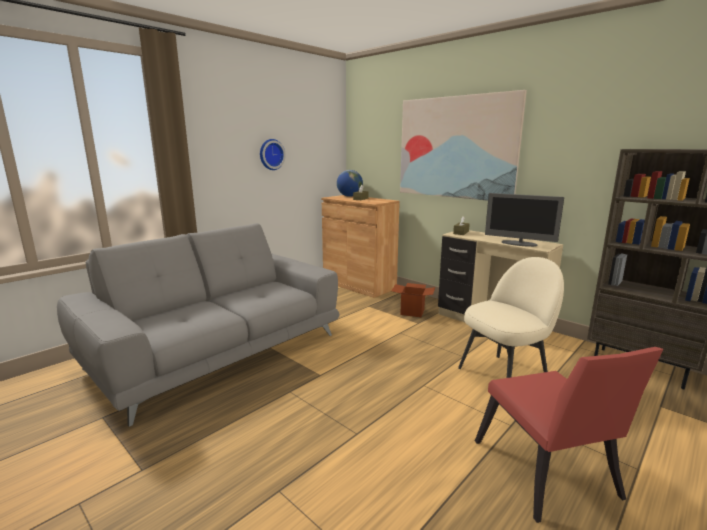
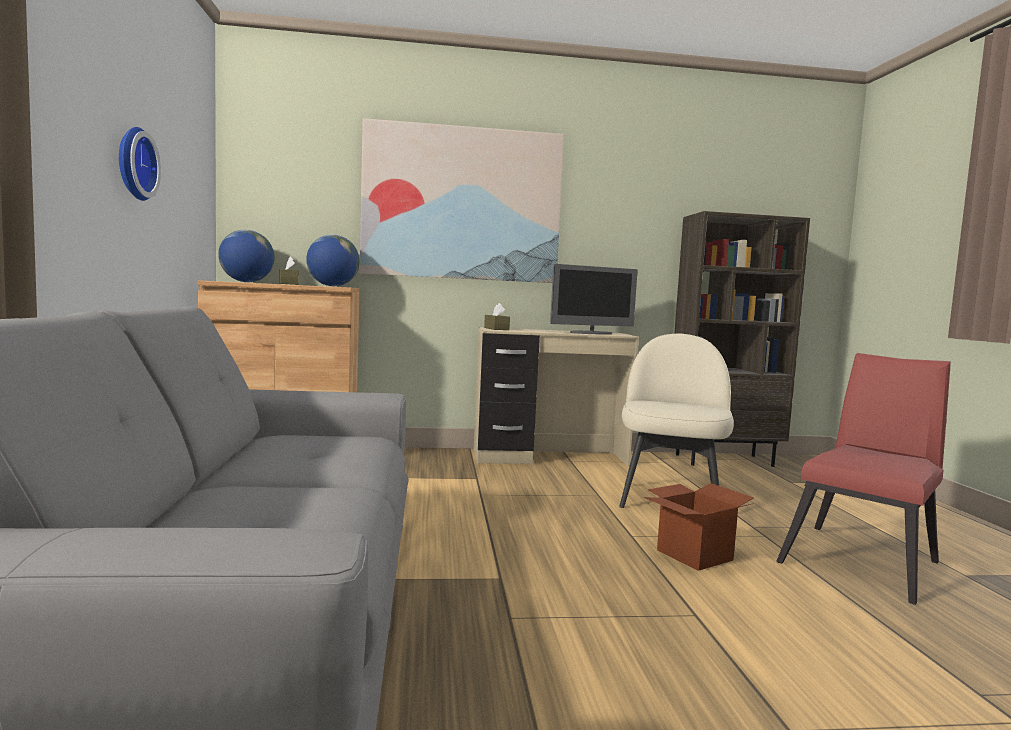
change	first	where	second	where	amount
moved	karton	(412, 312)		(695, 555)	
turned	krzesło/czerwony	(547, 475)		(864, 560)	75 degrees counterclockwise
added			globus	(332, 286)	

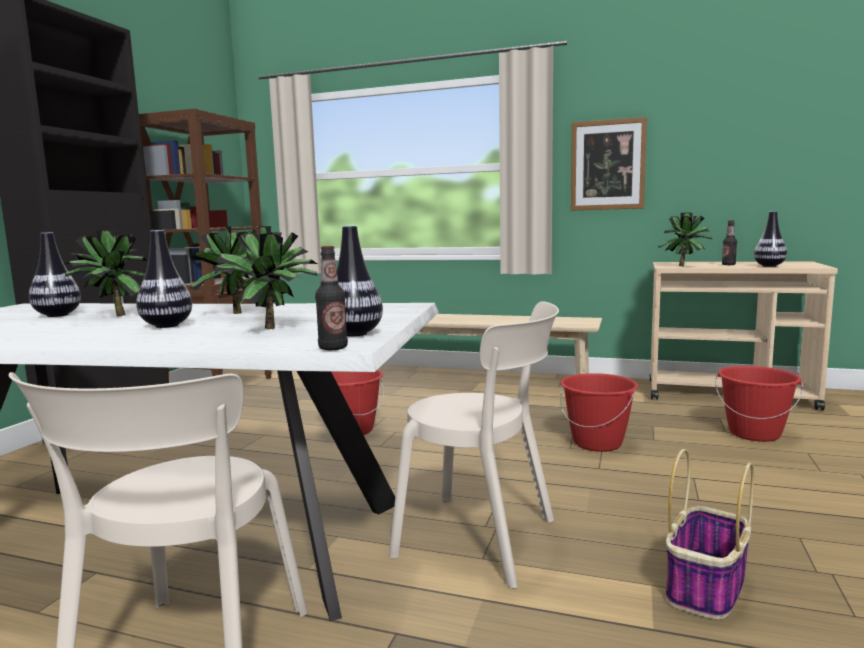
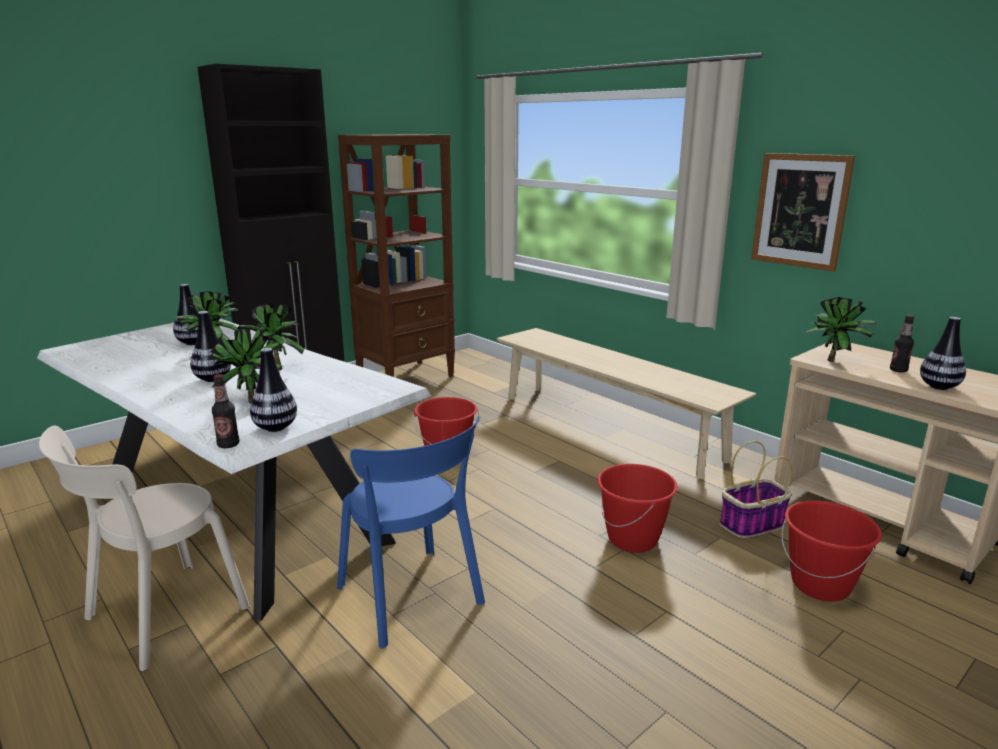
change	first	where	second	where	amount
recoloured	krzesło/beżowy	(483, 539)	krzesło/niebieski	(413, 599)	
moved	koszyk	(705, 588)		(751, 525)	

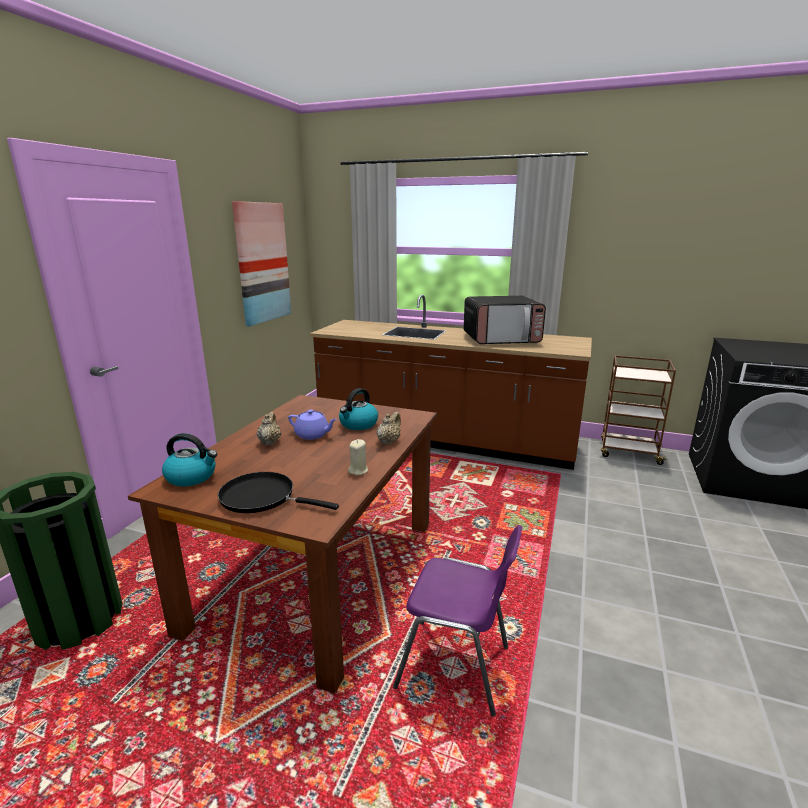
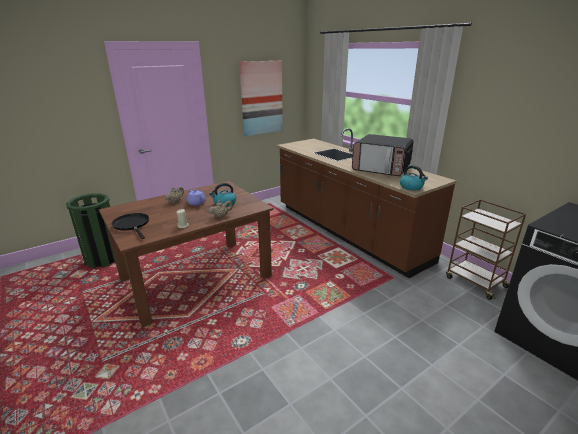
change	first	where	second	where	amount
moved	czajnik	(192, 477)		(411, 187)	
removed	krzesło/fioletowy	(456, 668)			

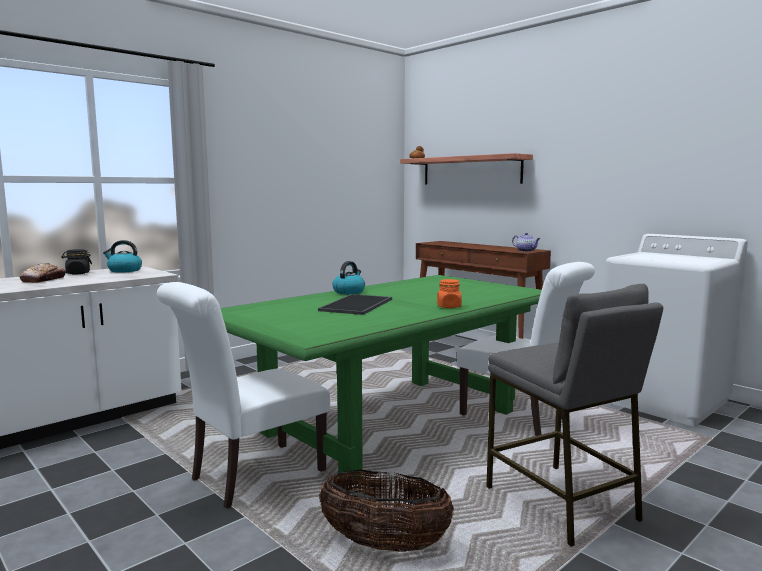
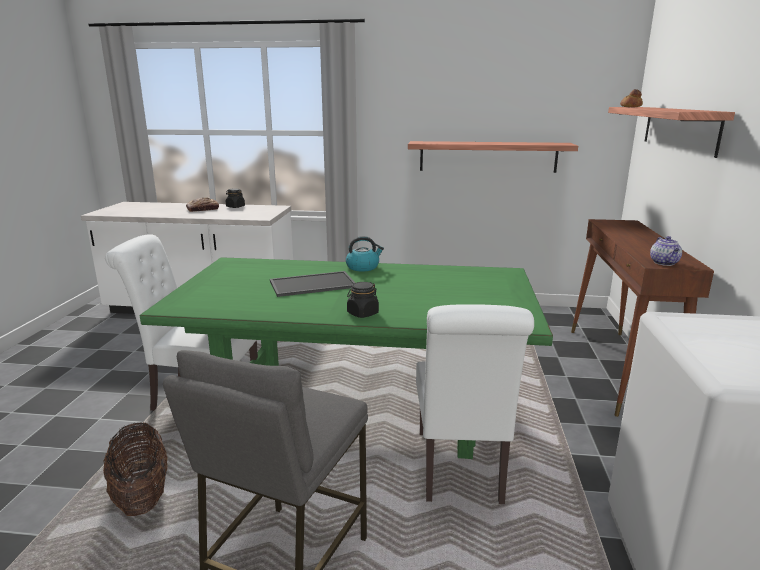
change	first	where	second	where	amount
removed	czajnik	(124, 270)			
recoloured	słoik/pomarańczowy	(449, 306)	słoik/czarny	(362, 313)	
added			półka	(488, 156)	

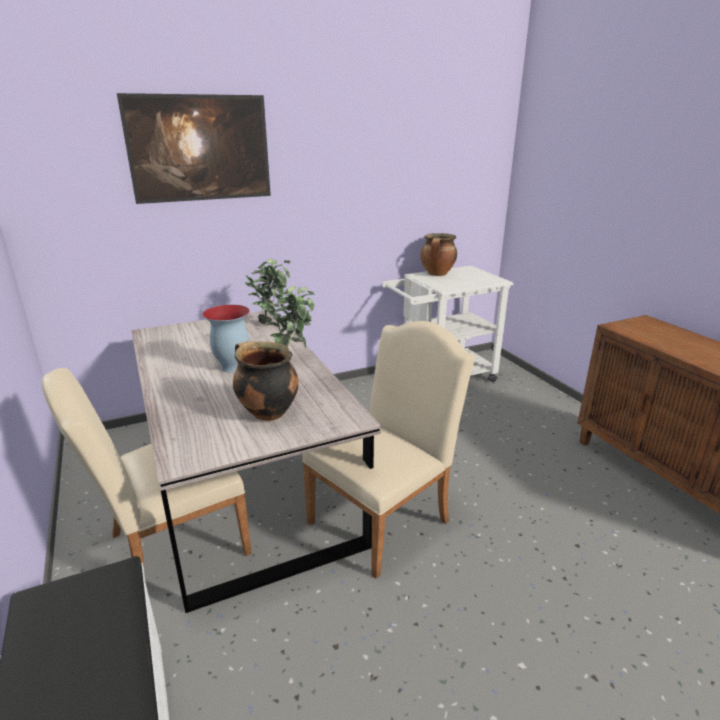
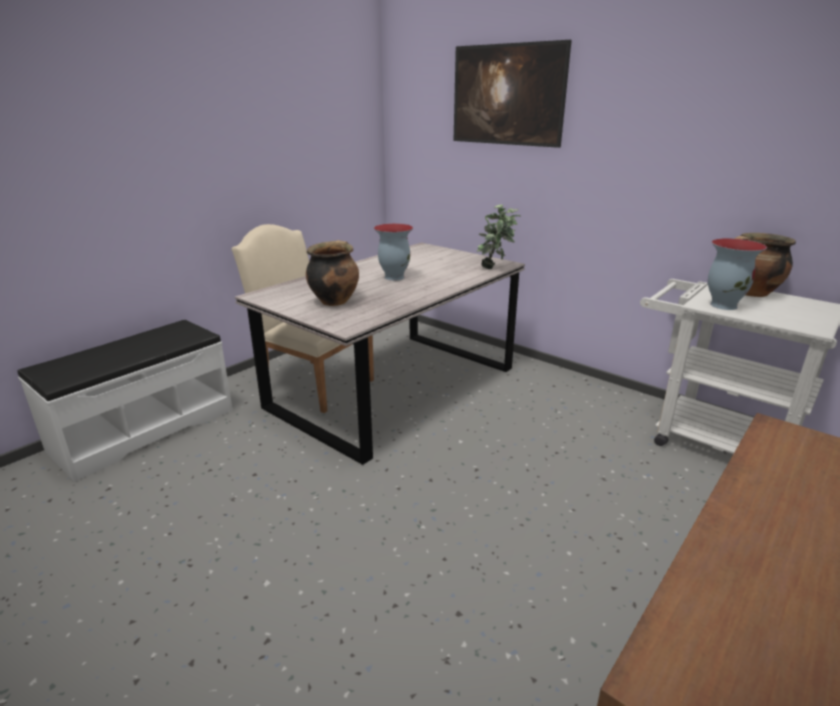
change	first	where	second	where	amount
removed	roślina doniczkowa	(294, 358)			
removed	krzesło/beżowy	(385, 517)			
added			wazon	(723, 305)	

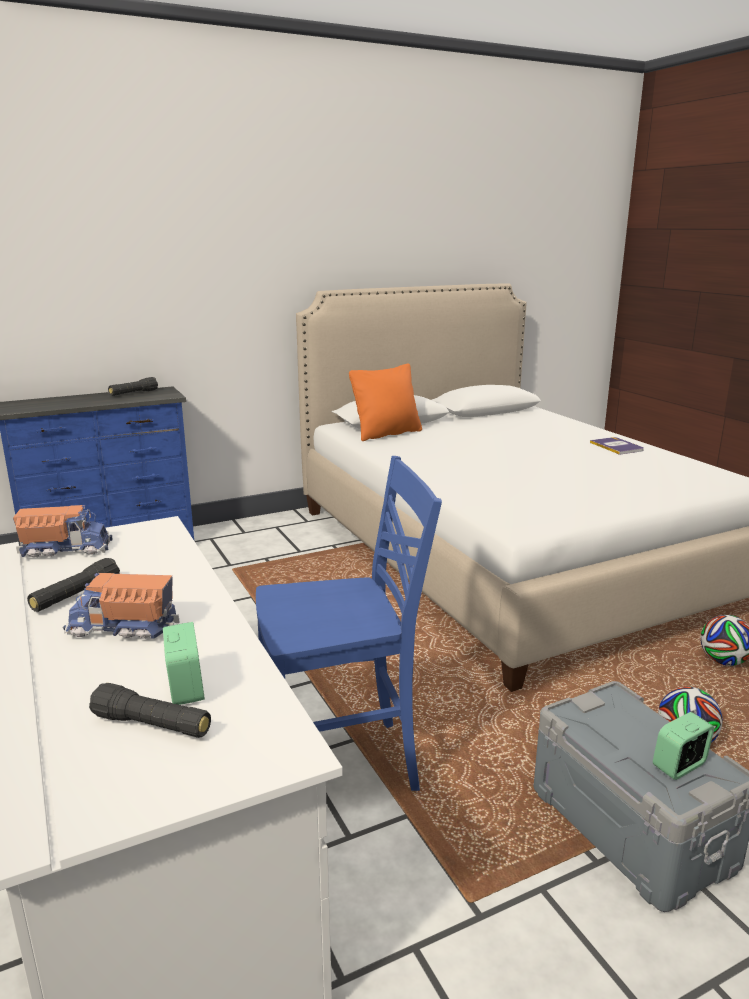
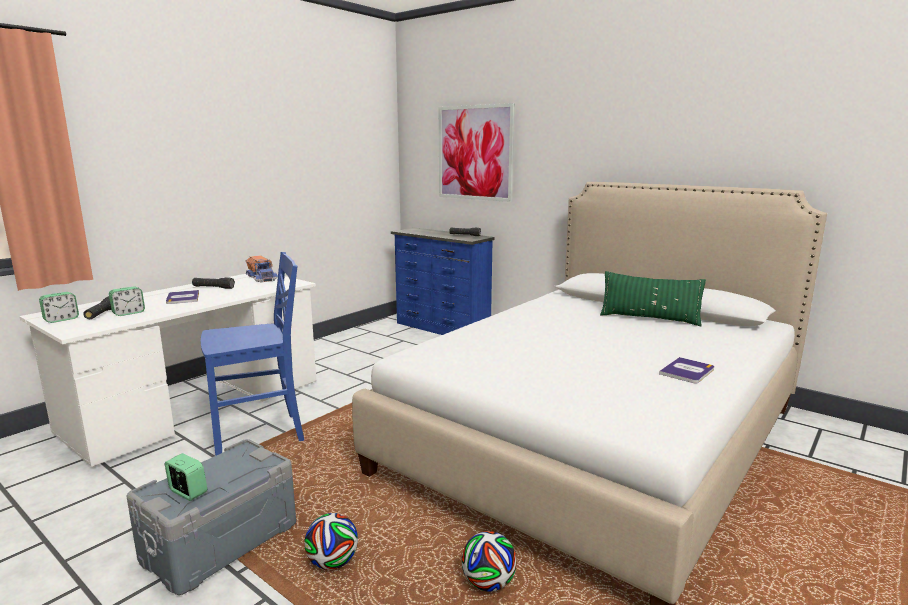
change	first	where	second	where	amount
replaced	ciężarówka zabawkowa	(123, 628)	książka	(183, 298)	
turned	krzesło/niebieski	(342, 766)		(260, 435)	75 degrees counterclockwise
removed	poduszka/pomarańczowy	(387, 434)			
added			budzik	(61, 319)	
added			obraz	(475, 153)	
added			poduszka/zielony	(649, 318)	

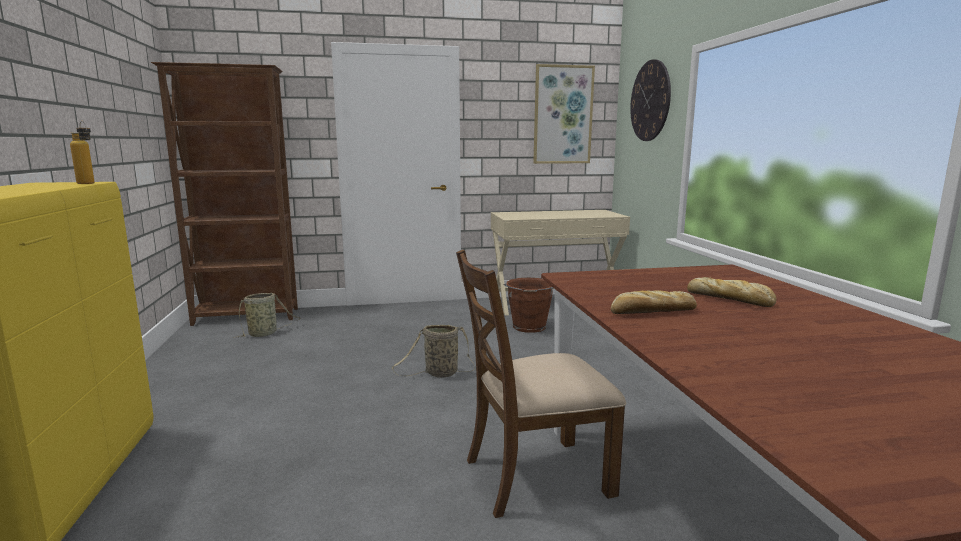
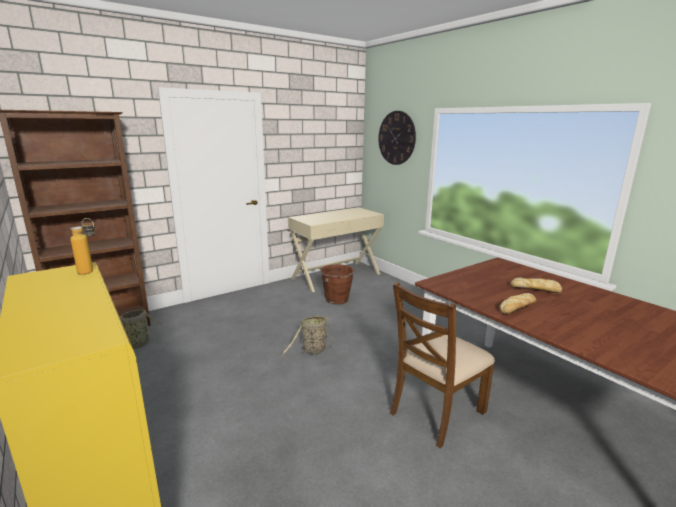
change	first	where	second	where	amount
removed	obraz	(562, 115)			

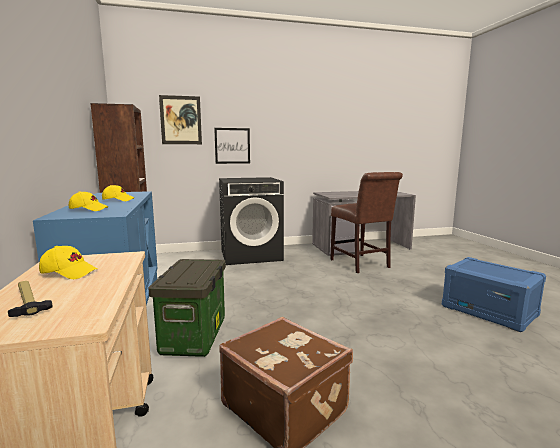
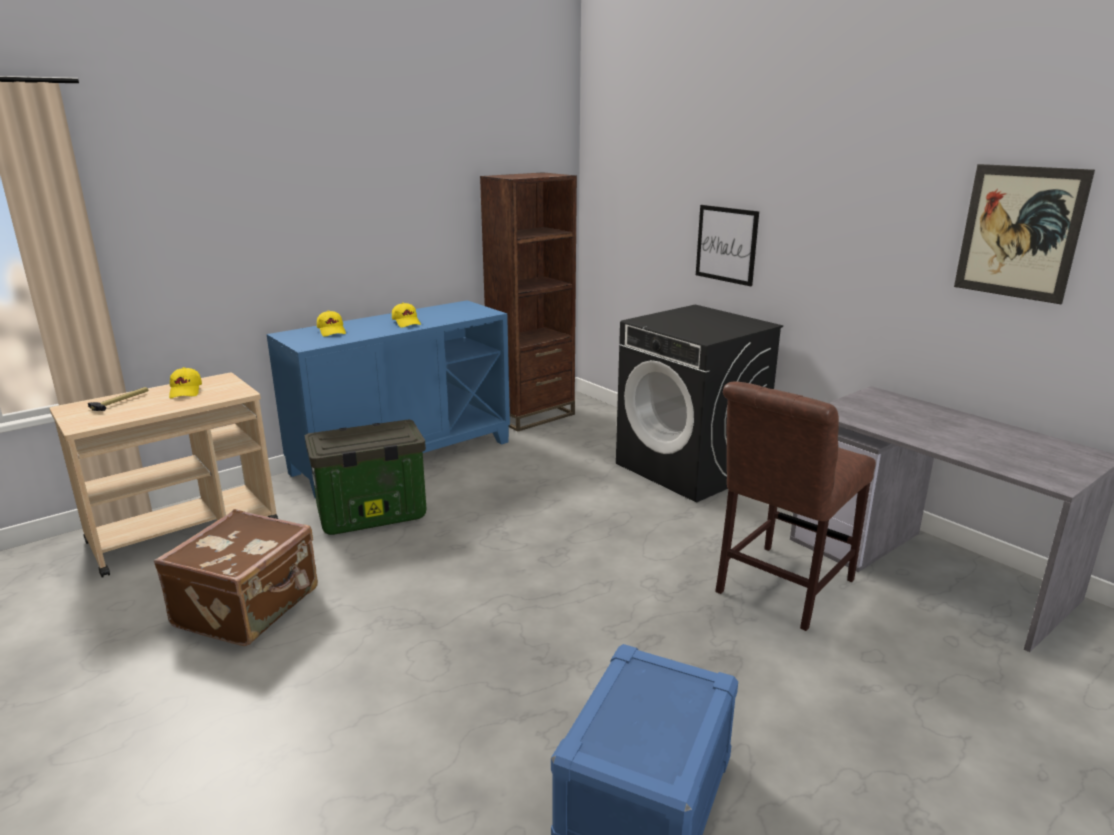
change	first	where	second	where	amount
moved	obraz	(181, 120)		(1019, 232)	

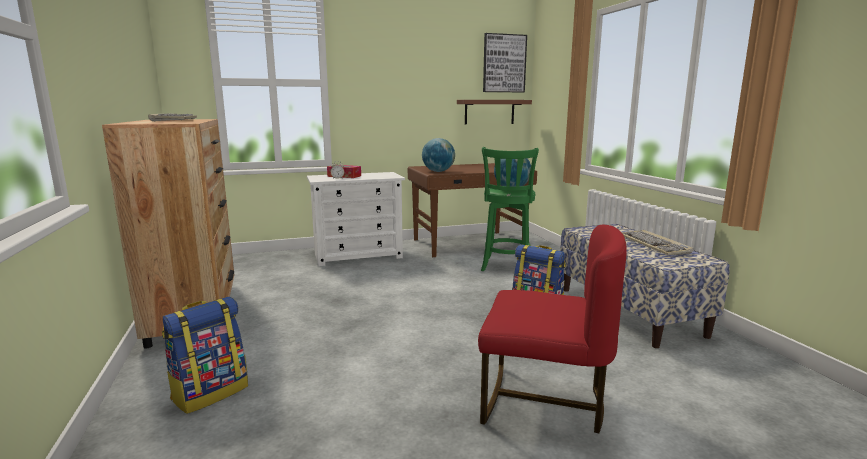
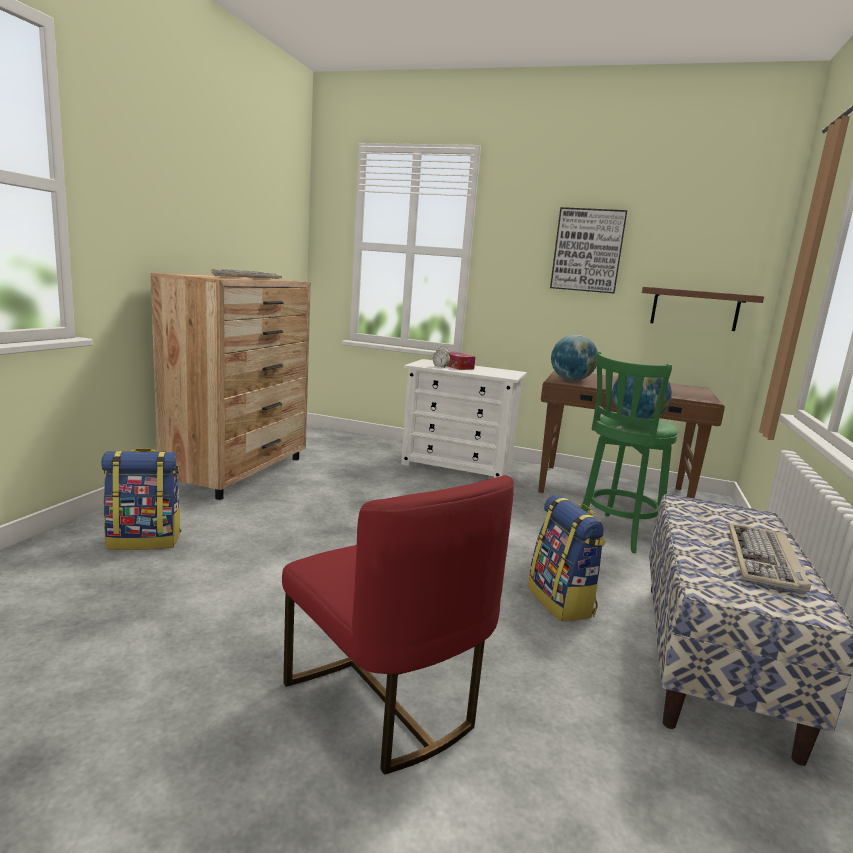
change	first	where	second	where	amount
moved	obraz	(504, 63)		(587, 250)	

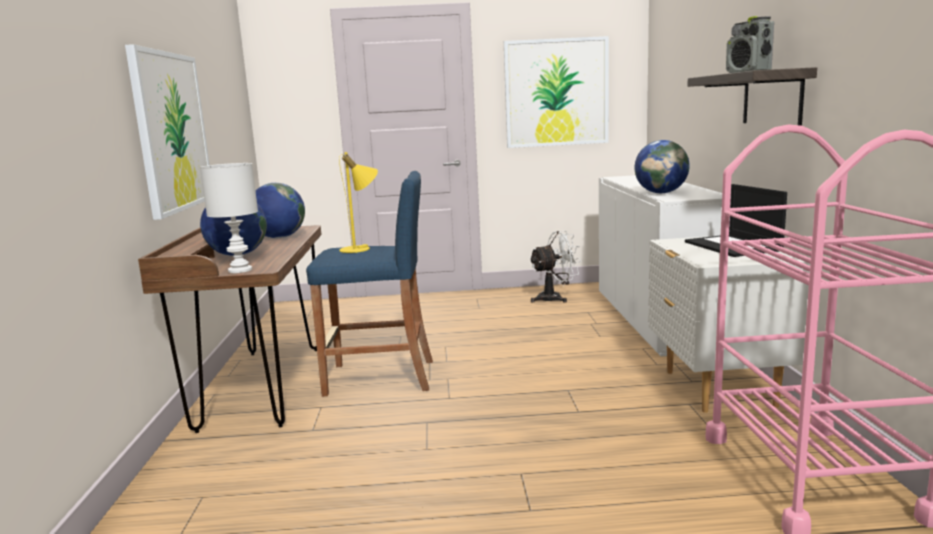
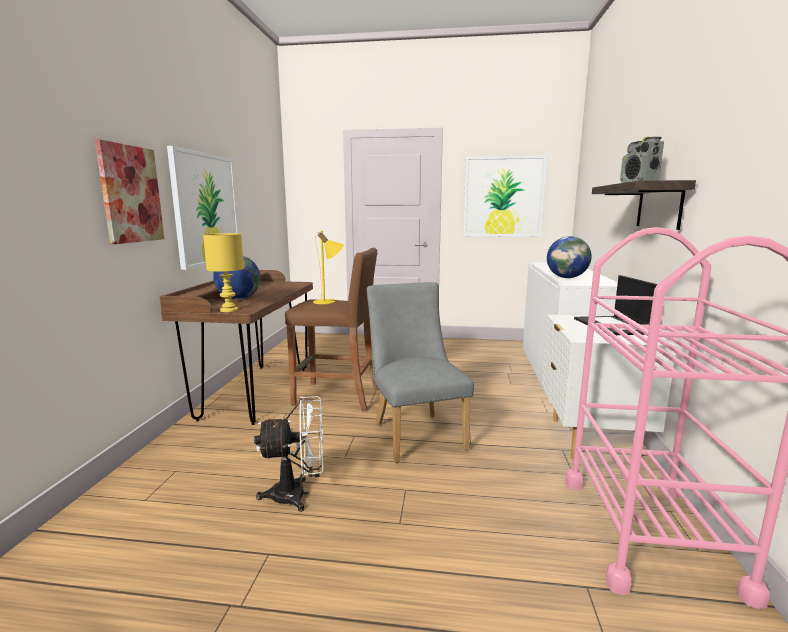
change	first	where	second	where	amount
recoloured	lampa stołowa/biały	(240, 270)	lampa stołowa/żółty	(229, 310)	
removed	globus	(279, 237)			
recoloured	stołek/niebieski	(379, 378)	stołek/brązowy	(336, 396)	
moved	wentylator/biały	(555, 298)		(298, 494)	
added			obraz	(130, 194)	
added			krzesło/szary	(415, 433)	

